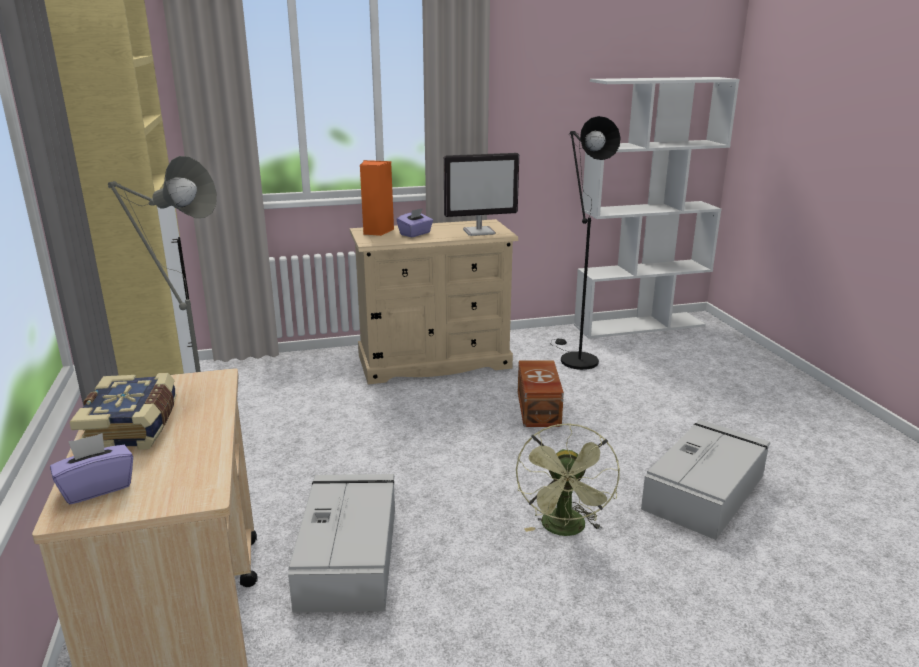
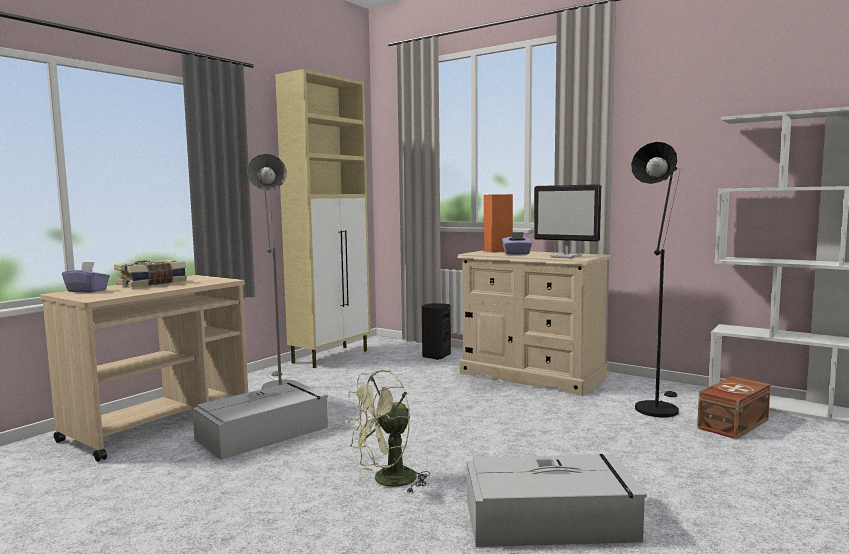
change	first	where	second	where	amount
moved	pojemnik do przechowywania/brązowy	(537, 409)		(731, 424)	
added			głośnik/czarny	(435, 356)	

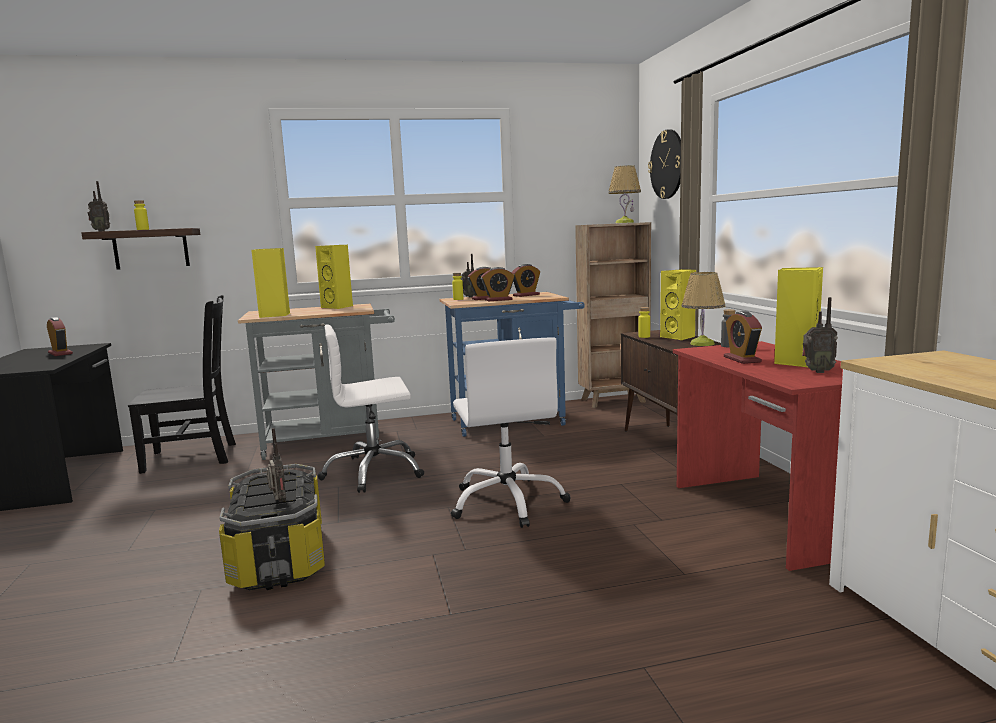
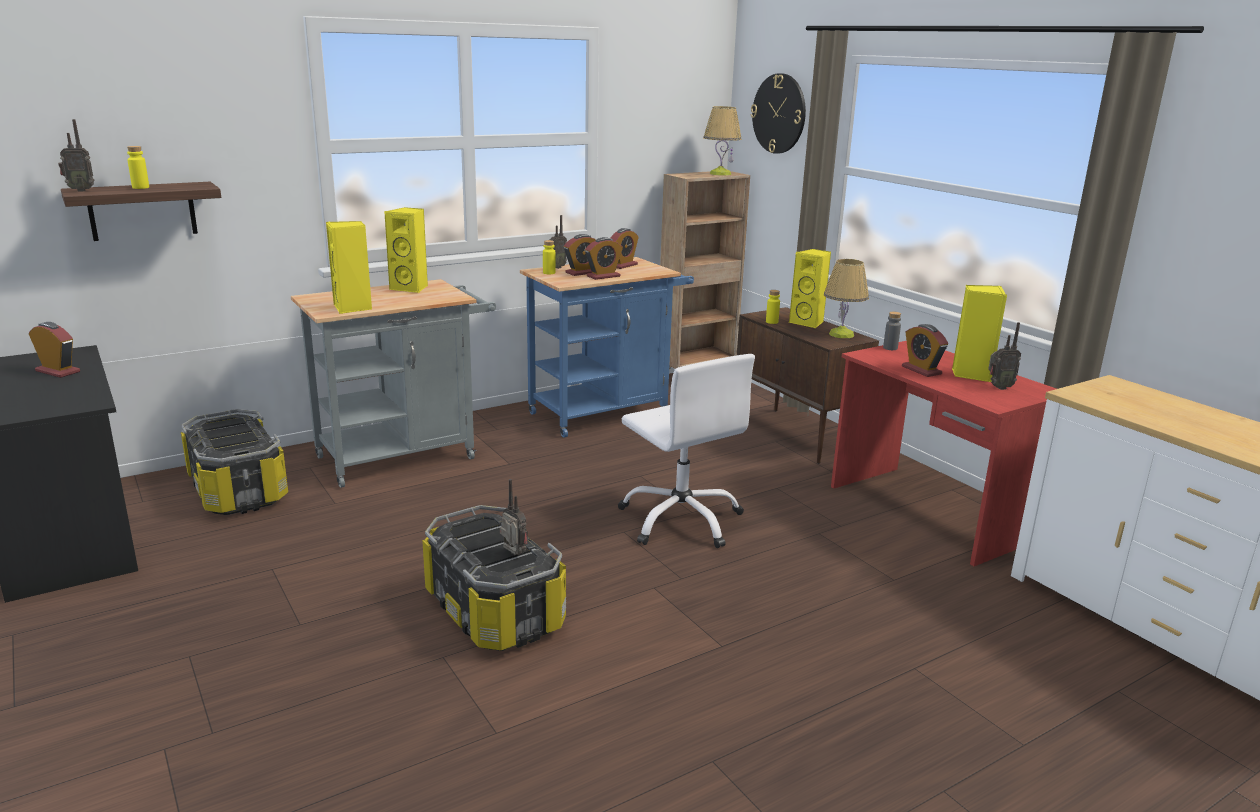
change	first	where	second	where	amount
replaced	krzesło/czarny	(194, 457)	pojemnik do przechowywania	(239, 490)	
removed	krzesło biurowe/biały	(374, 472)			

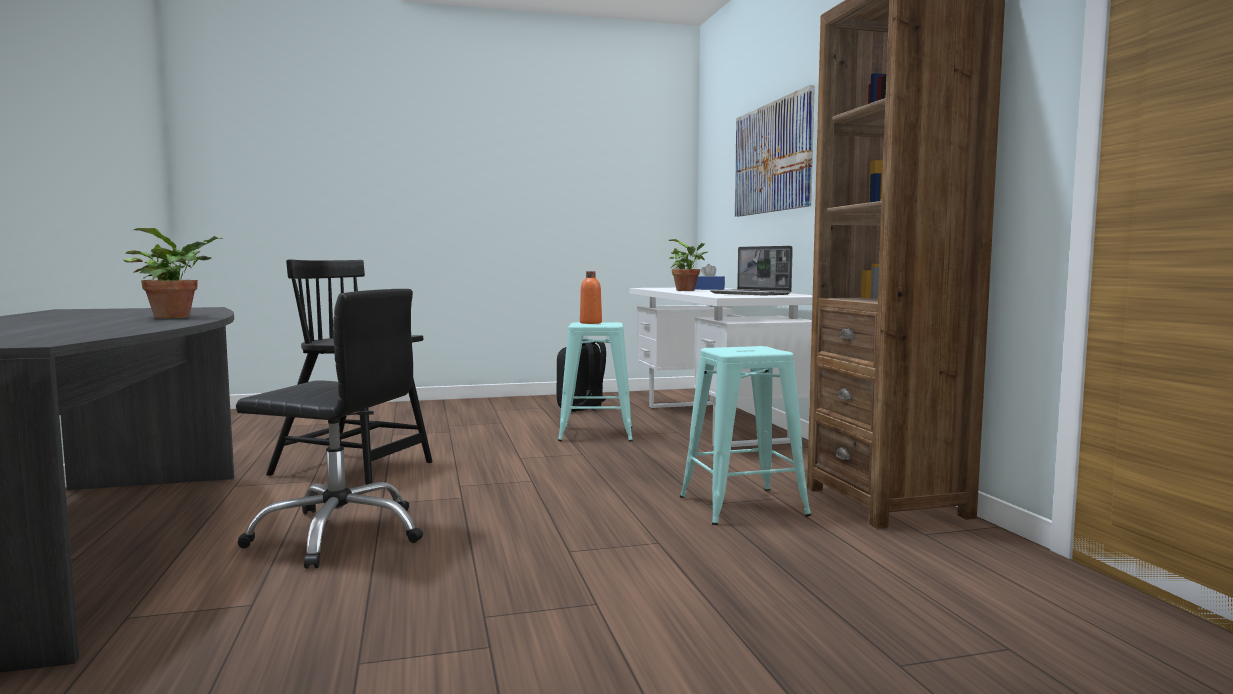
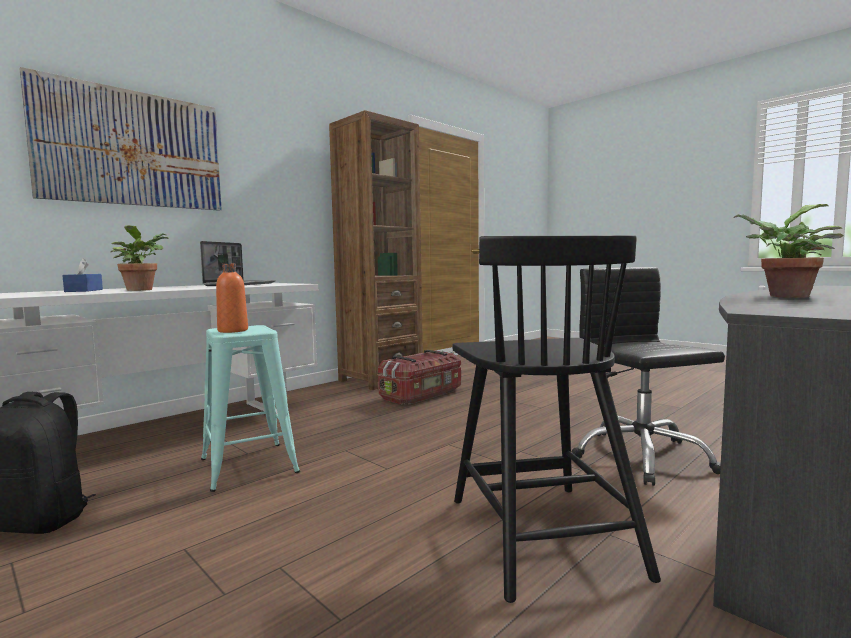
change	first	where	second	where	amount
replaced	stołek/turkusowy	(743, 506)	pojemnik do przechowywania	(423, 395)	

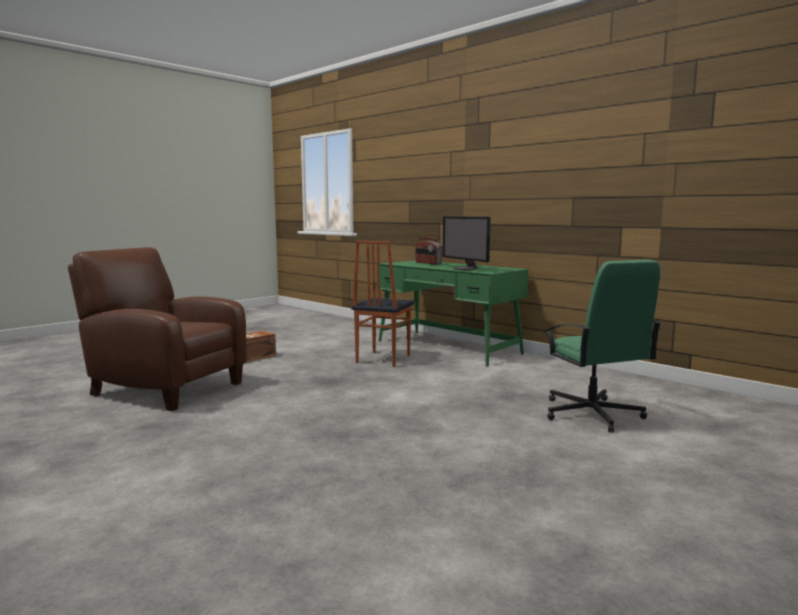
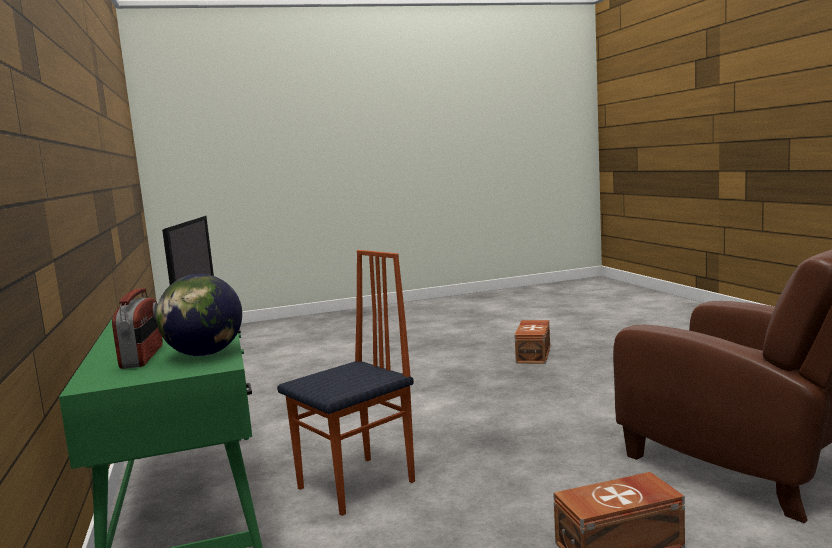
change	first	where	second	where	amount
removed	krzesło biurowe/zielony	(592, 414)			
added			globus	(205, 354)	
added			pojemnik do przechowywania/brązowy	(534, 354)	

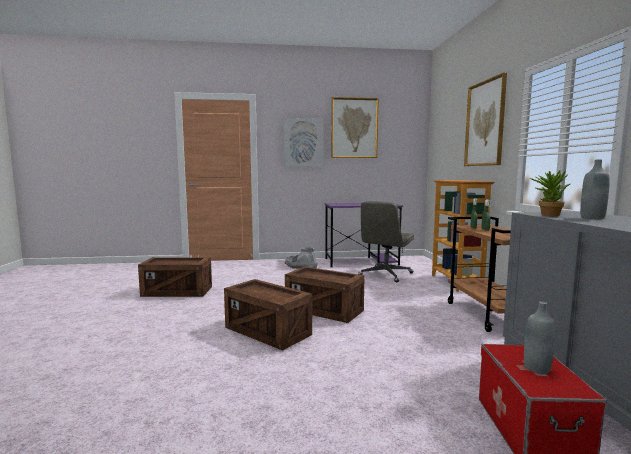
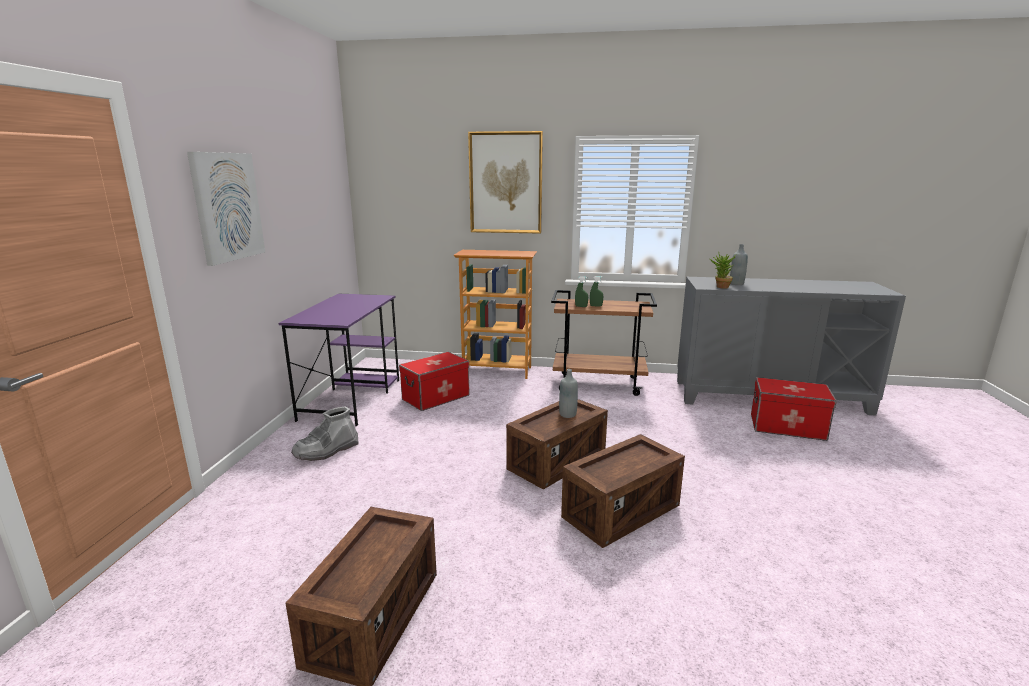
change	first	where	second	where	amount
removed	obraz	(354, 128)			
replaced	krzesło biurowe/szary	(385, 275)	pojemnik do przechowywania	(436, 397)	
moved	butelka/szary	(537, 368)		(567, 414)	

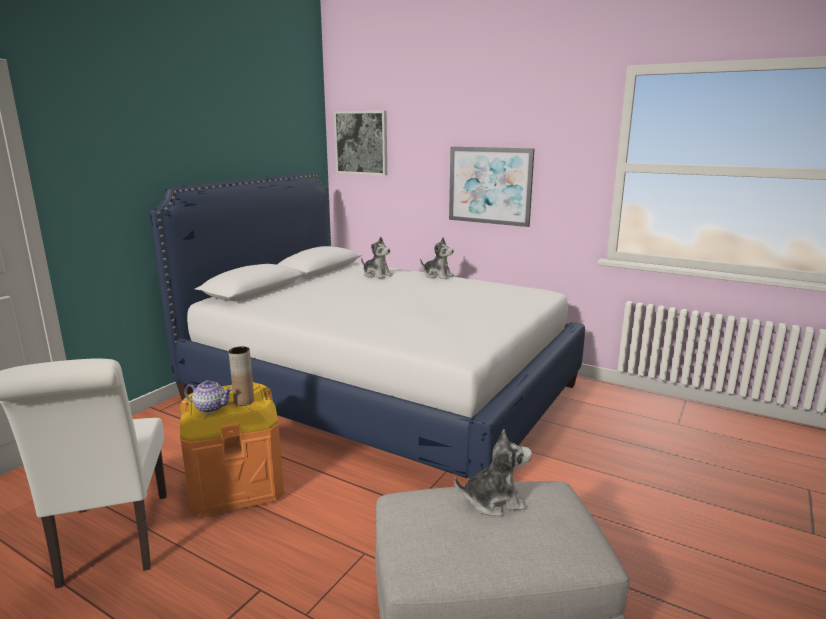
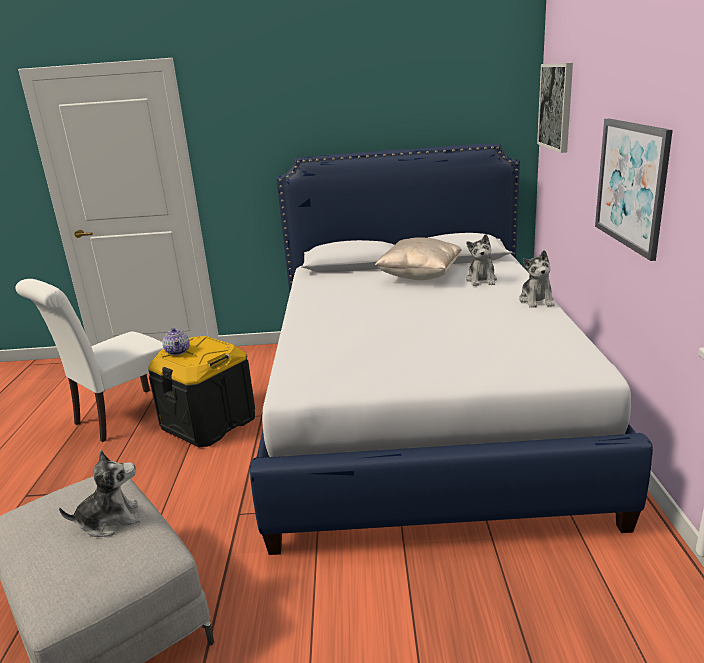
change	first	where	second	where	amount
recoloured	pojemnik do przechowywania/pomarańczowy	(236, 484)	pojemnik do przechowywania/czarny	(209, 422)	
removed	wazon/brązowy	(244, 401)			
turned	pluszak	(493, 501)		(110, 520)	75 degrees counterclockwise
added			poduszka/beżowy	(420, 276)	

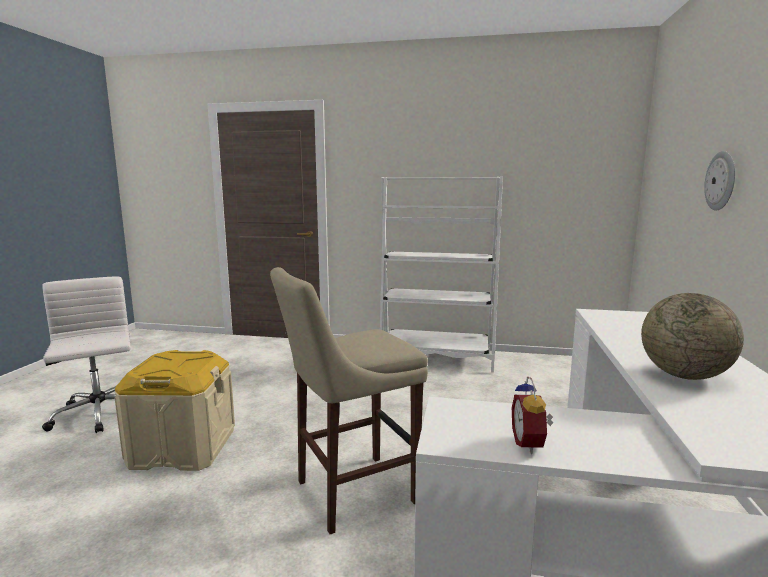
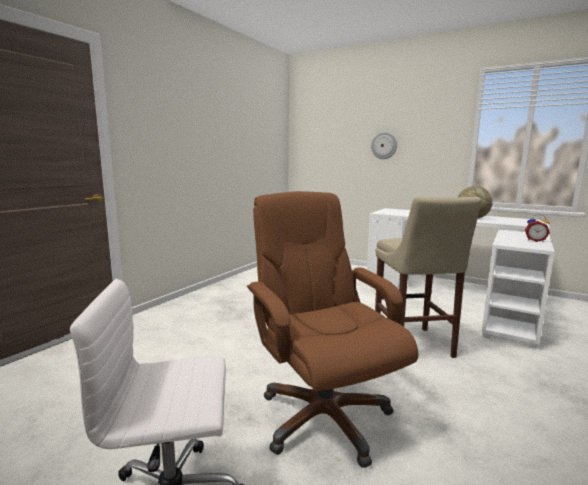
change	first	where	second	where	amount
replaced	pojemnik do przechowywania/beżowy	(183, 447)	krzesło biurowe/brązowy	(323, 416)	
removed	regał/biały	(436, 358)			

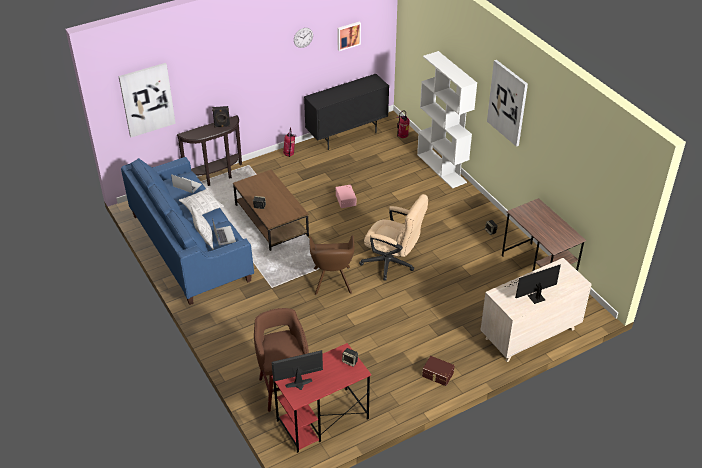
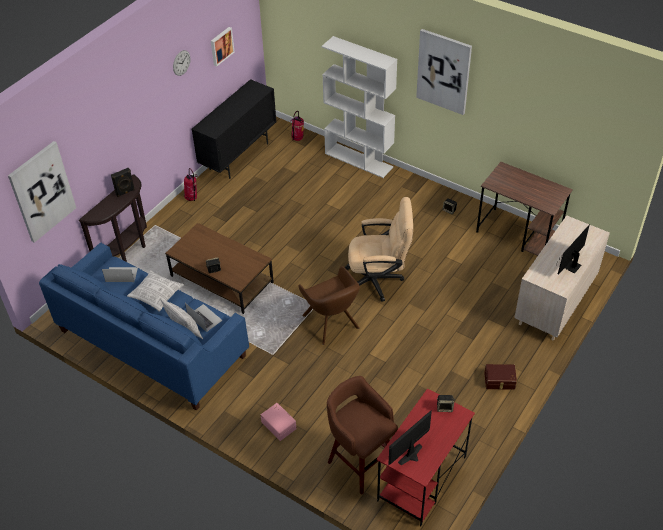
change	first	where	second	where	amount
moved	pojemnik do przechowywania/różowy	(346, 200)		(279, 425)	

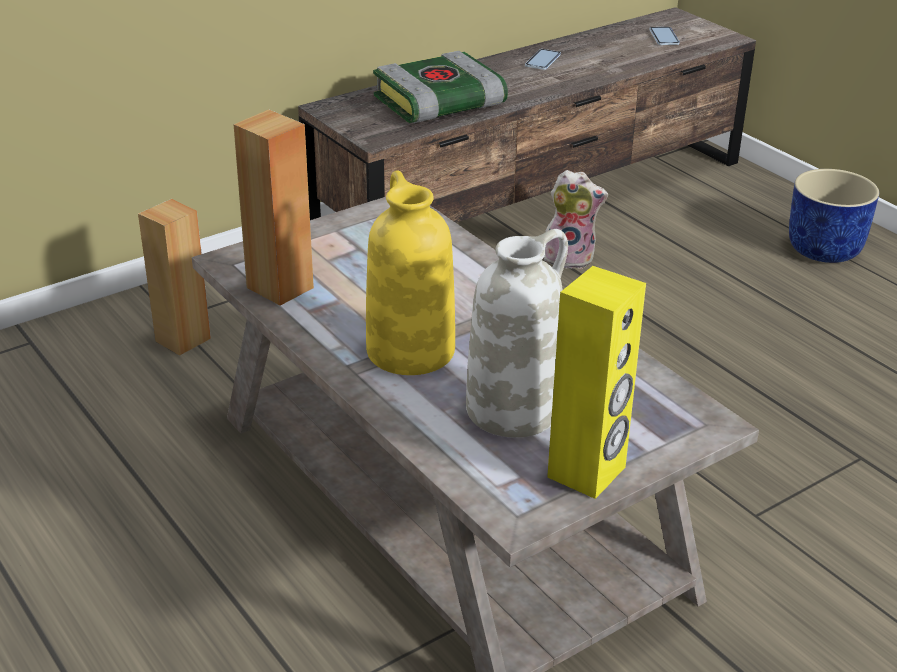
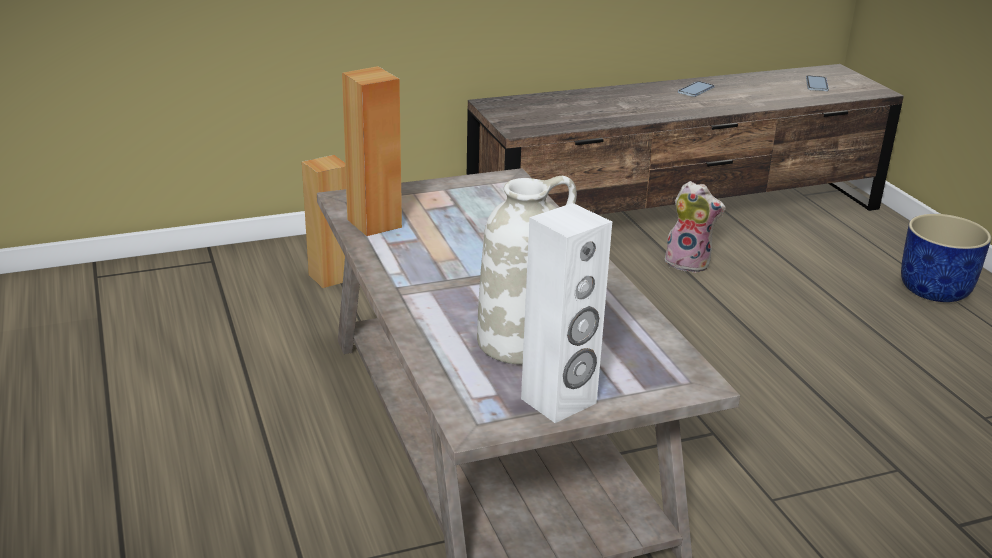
change	first	where	second	where	amount
removed	wazon/żółty	(409, 350)			
removed	książka	(438, 104)			
recoloured	głośnik/żółty	(587, 472)	głośnik/biały	(559, 401)	

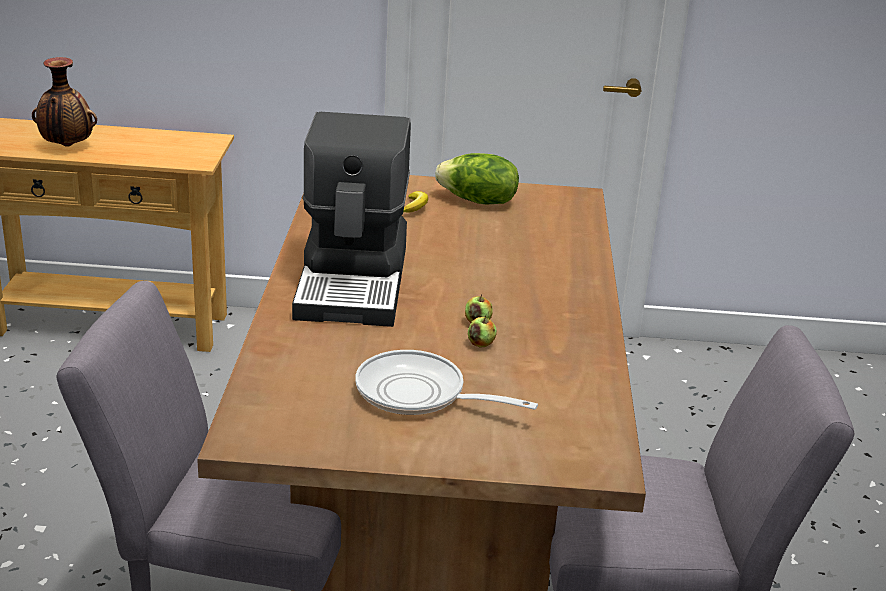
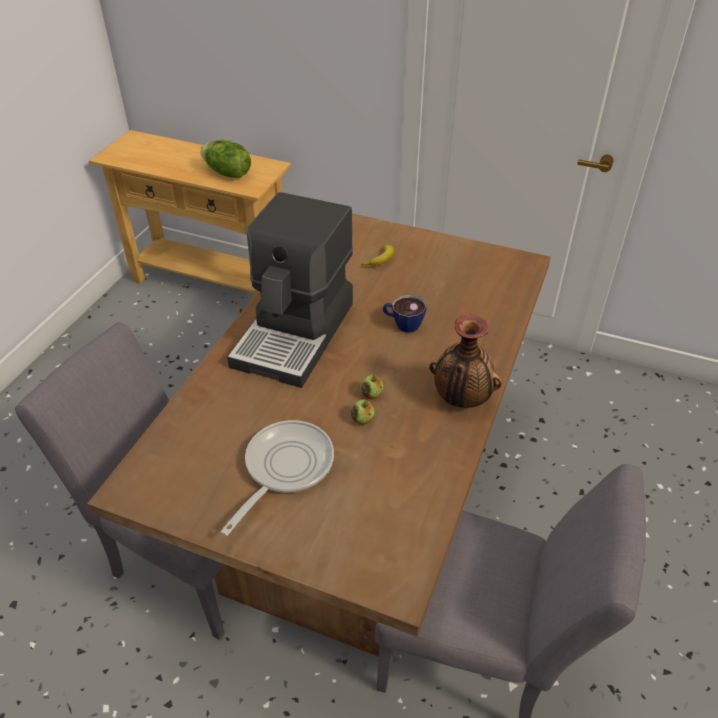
change	first	where	second	where	amount
moved	wazon	(66, 146)		(461, 399)	
turned	patelnia	(419, 395)		(284, 468)	75 degrees clockwise
moved	sałata	(478, 201)		(227, 173)	
added			filiżanka	(402, 324)	

